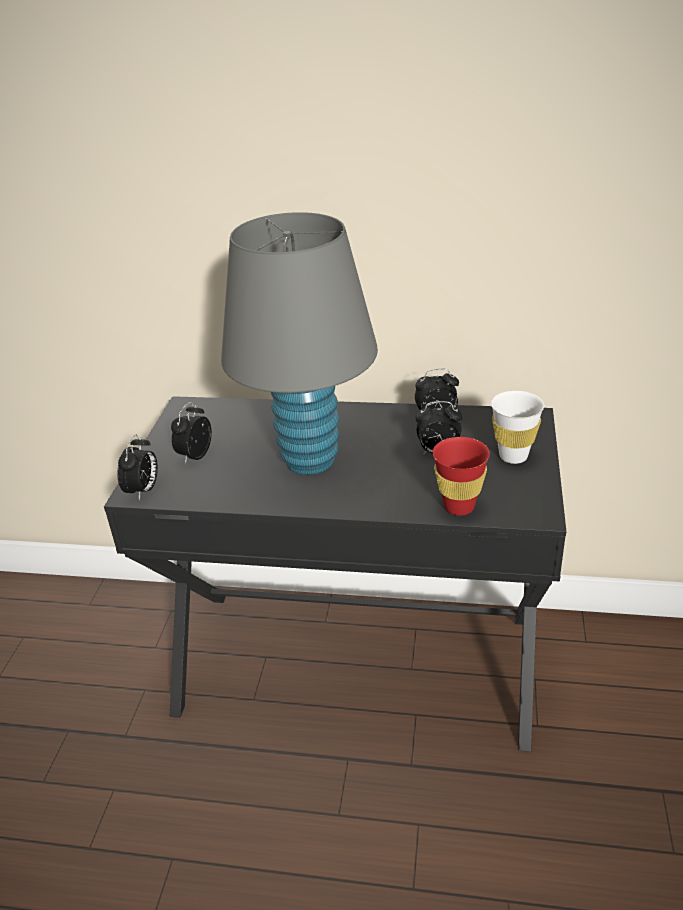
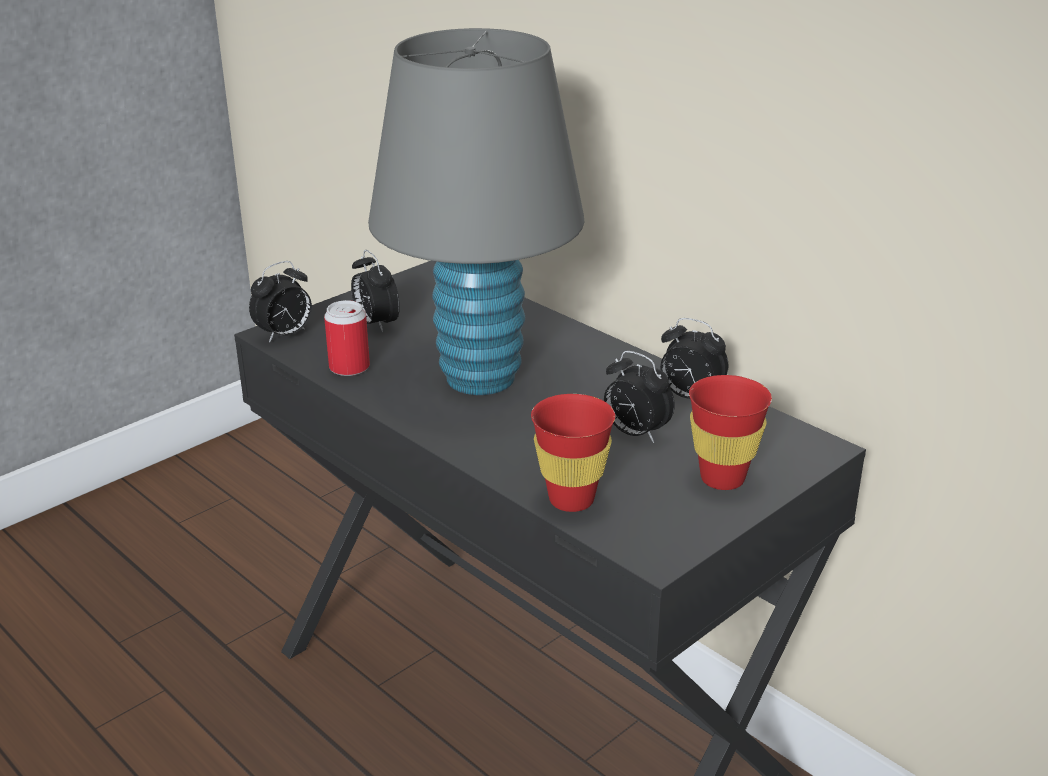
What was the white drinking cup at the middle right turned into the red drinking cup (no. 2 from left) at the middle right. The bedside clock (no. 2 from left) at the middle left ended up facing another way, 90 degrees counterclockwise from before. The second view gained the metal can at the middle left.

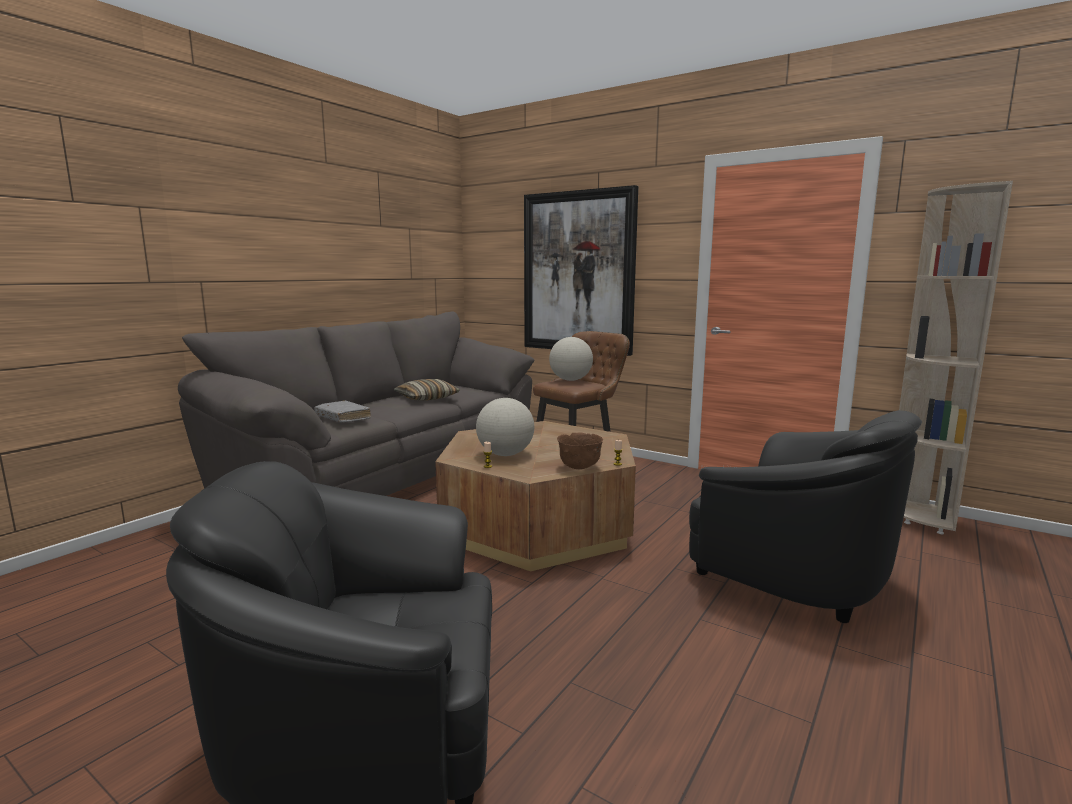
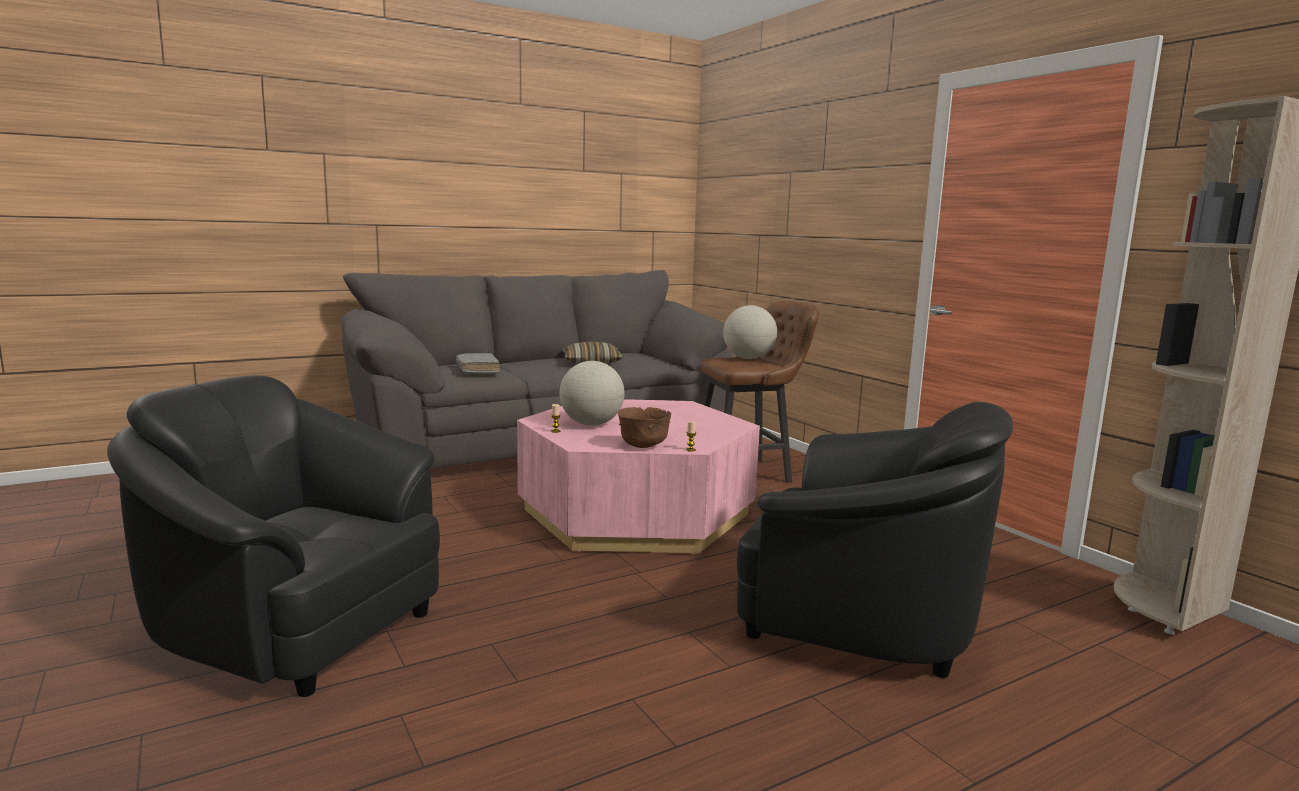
The second view lost the picture at the centre. The black-coloured easy chair (no. 2 from left) at the middle right ended up facing another way, 45 degrees counterclockwise from before. What was the brown-coloured coffee table at the centre turned into the pink-coloured coffee table at the centre.

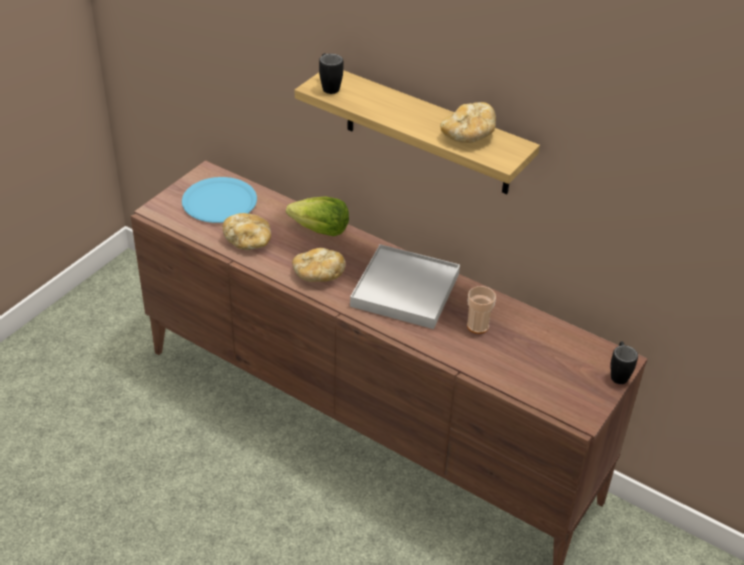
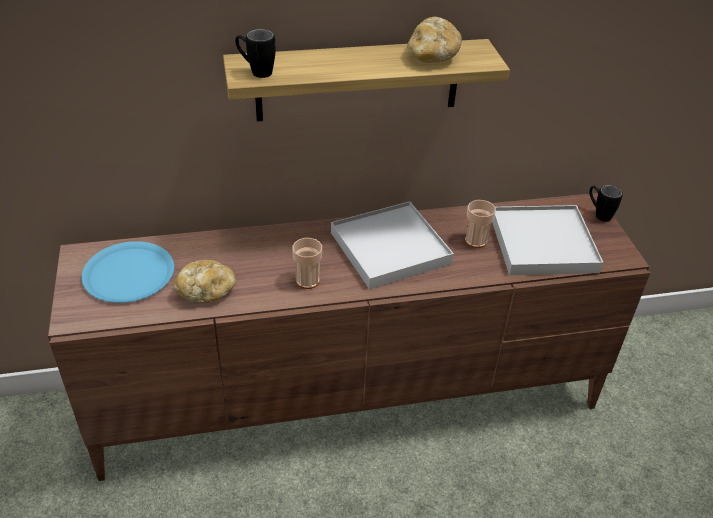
The second view lost the lettuce head at the centre. Where the bakery bread (no. 2 from left) stood at the centre, the drinking cup (no. 1 from left) came to stand at the centre. The second view gained the white carrying tray (no. 2 from left) at the middle right.

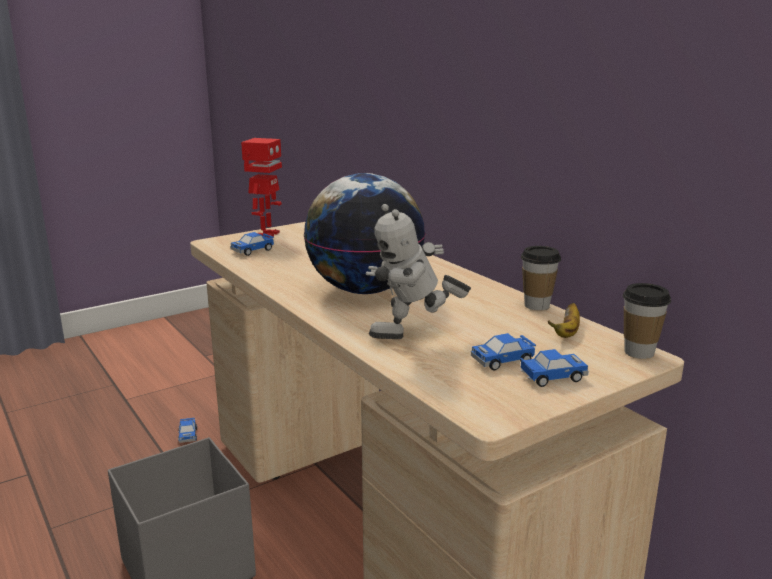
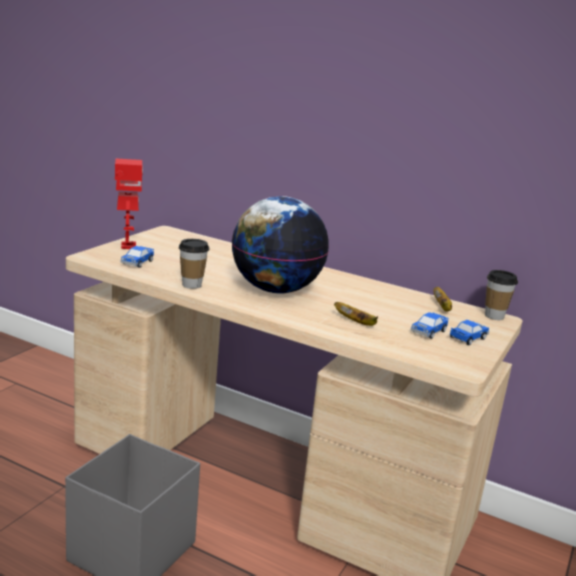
Where the toy robot (no. 2 from left) stood at the centre, the banana (no. 1 from left) came to stand at the centre. The drinking cup (no. 1 from left) ended up elsewhere, having gone from the middle right to the centre. The second view lost the model car (no. 1 from left) at the bottom left.

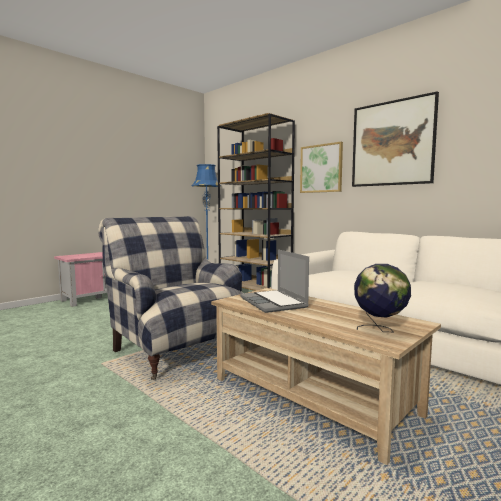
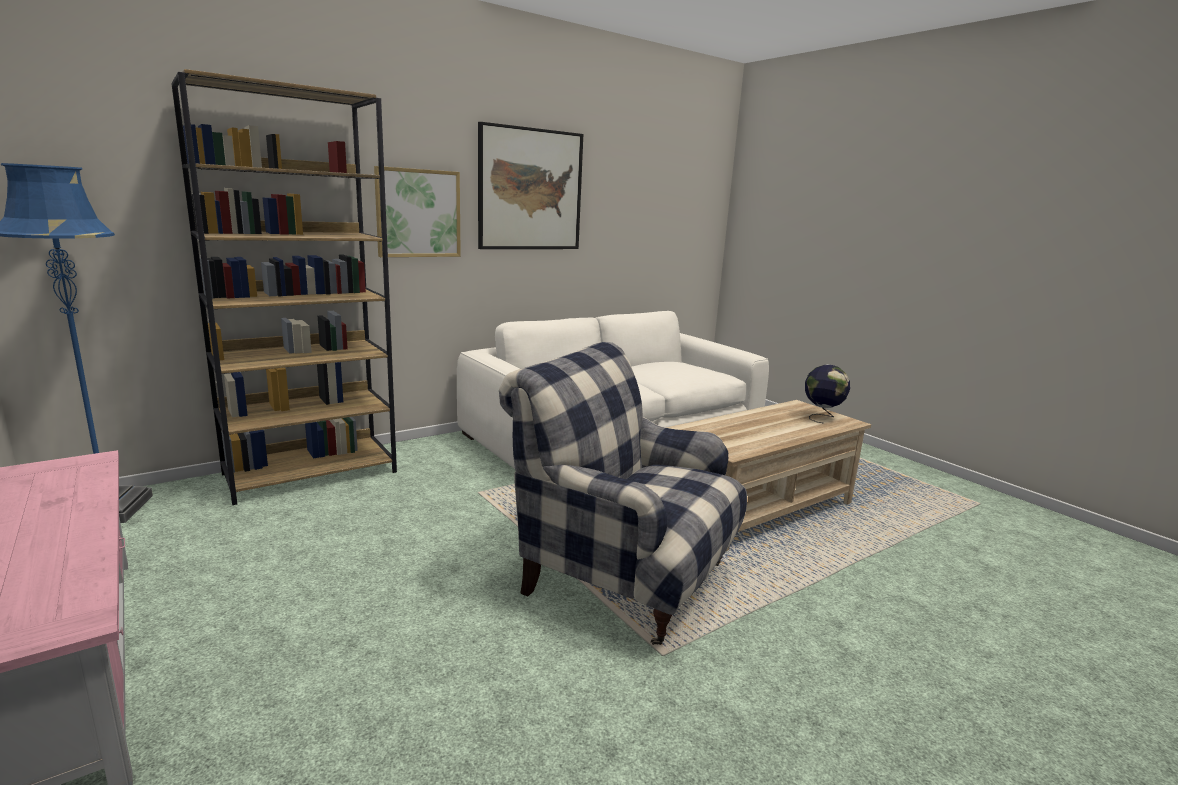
The easy chair at the centre ended up facing another way, 60 degrees clockwise from before. The second view lost the portable computer at the centre.

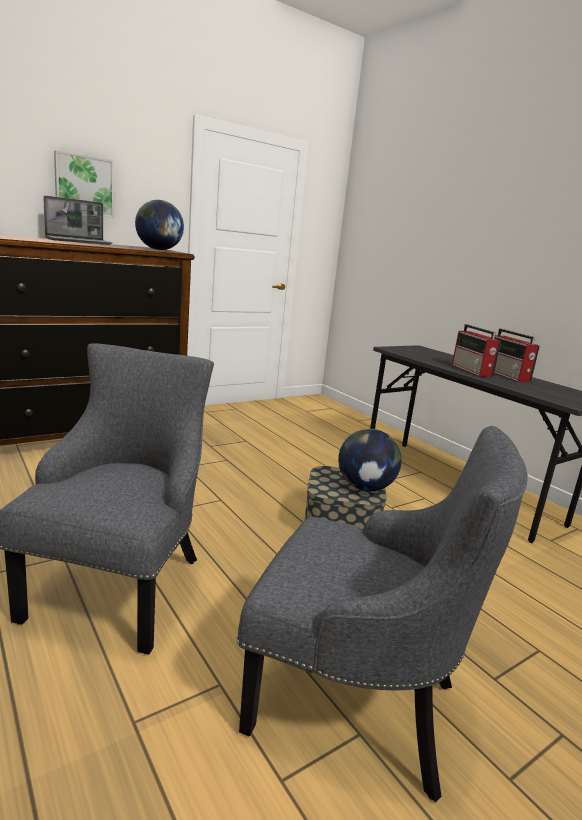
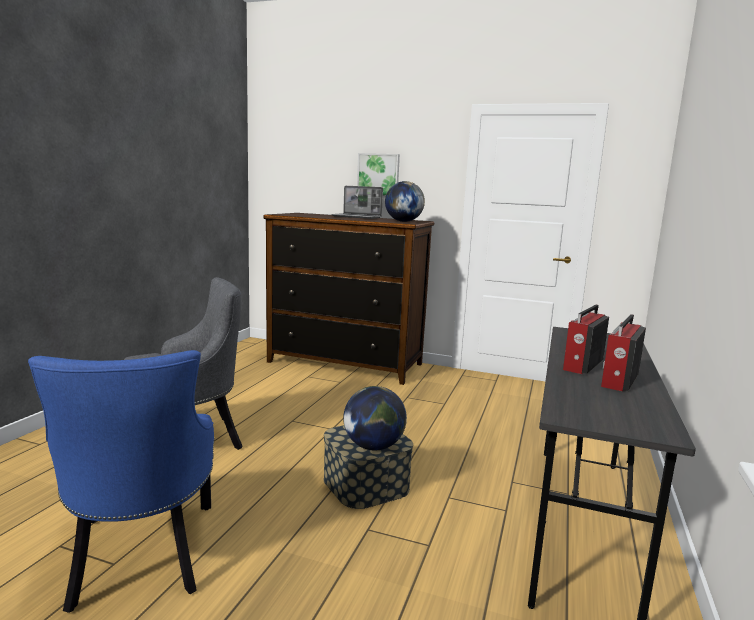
What was the grey easy chair (no. 2 from left) at the bottom centre turned into the blue-coloured easy chair at the bottom left.

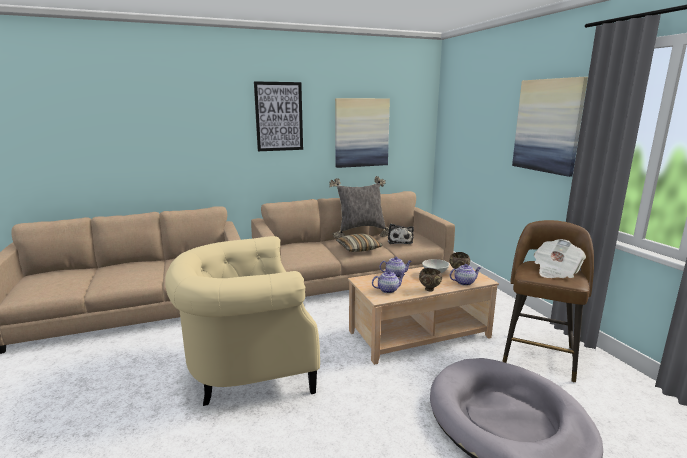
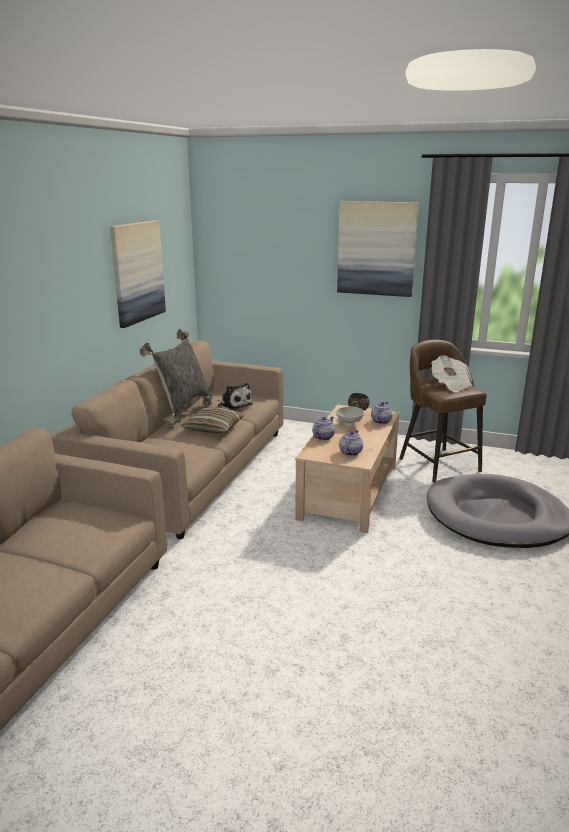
The second view lost the picture (no. 1 from left) at the top centre. The second view lost the beige easy chair at the bottom centre. The second view lost the brown-coloured serving bowl (no. 1 from left) at the centre.

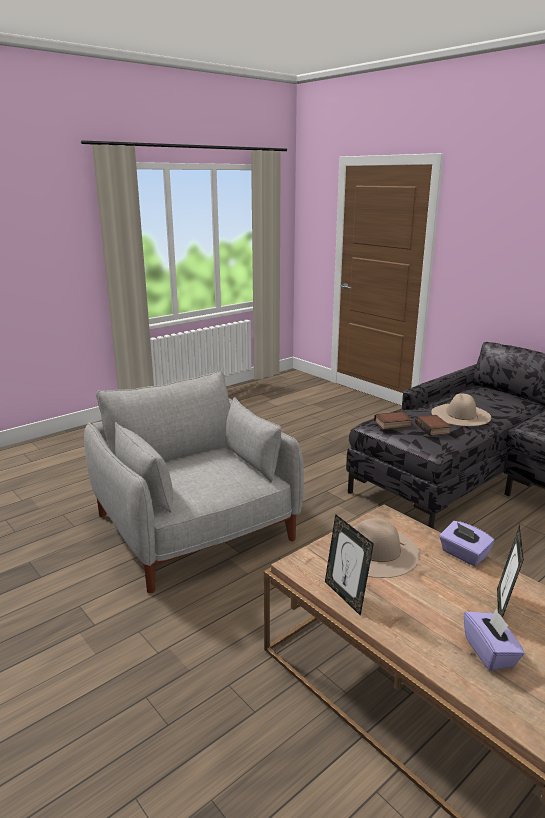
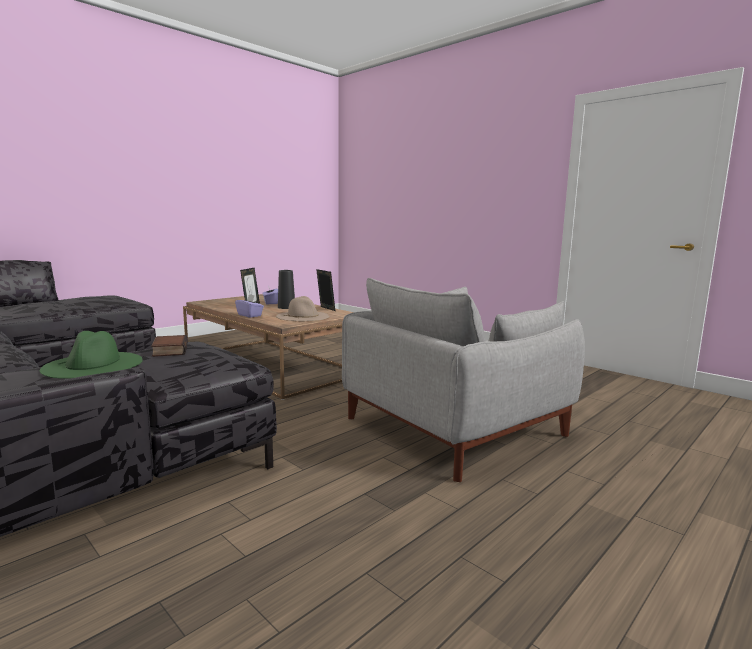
The grey easy chair at the centre ended up facing another way, 90 degrees clockwise from before. What was the beige clothing hat (no. 2 from left) at the middle right turned into the greenish clothing hat at the middle left. The second view lost the bound book (no. 1 from left) at the middle right. The second view gained the black-coloured flower vase at the centre.

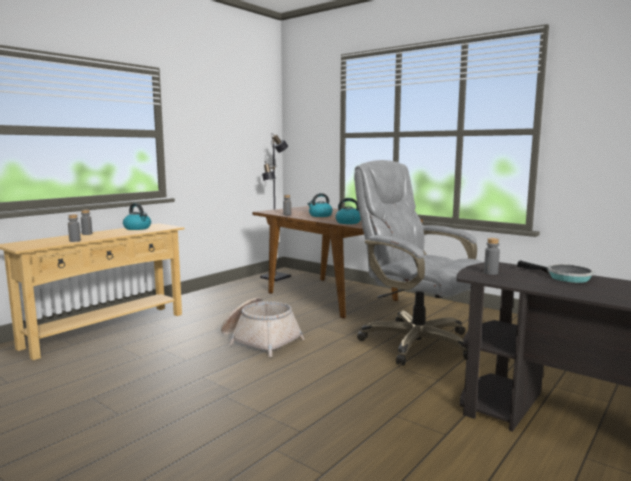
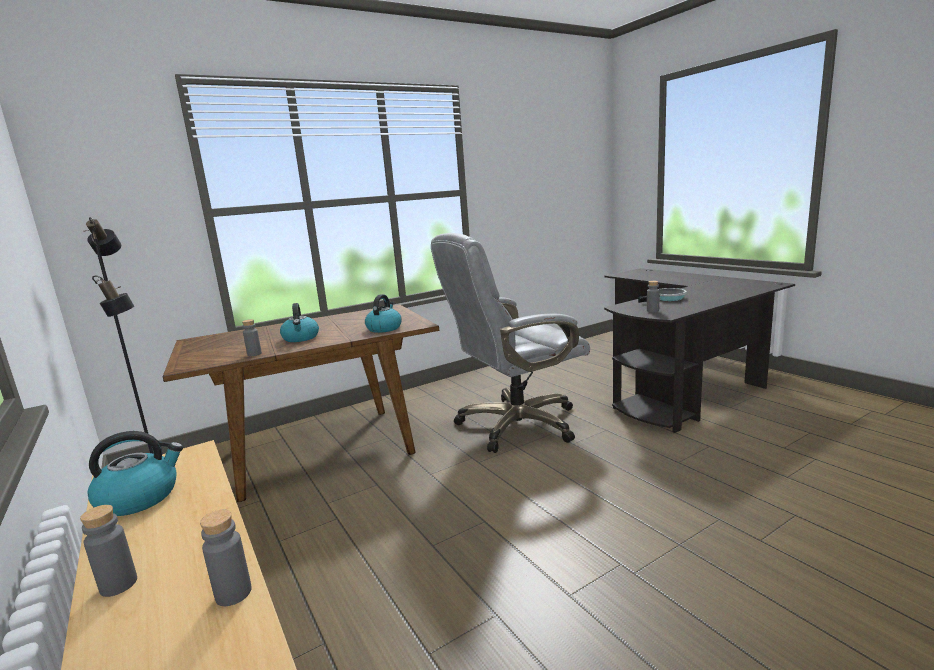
The second view lost the basket at the bottom centre.

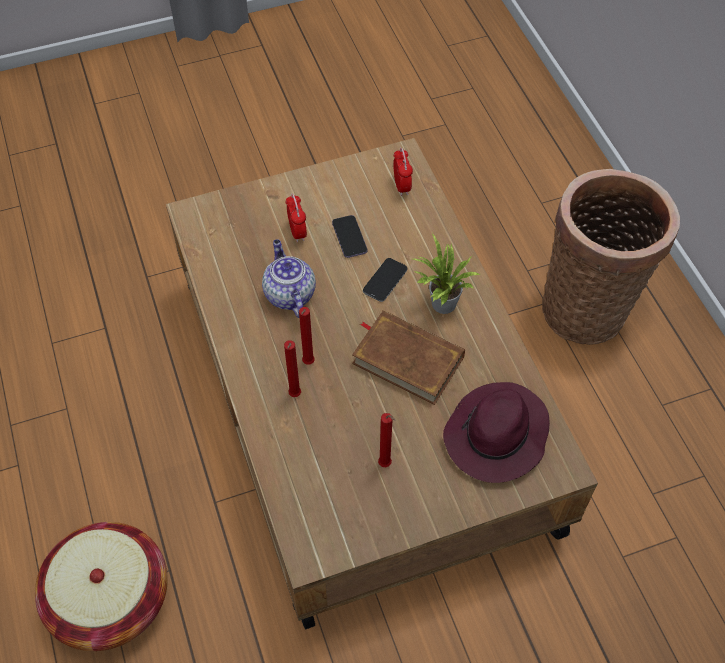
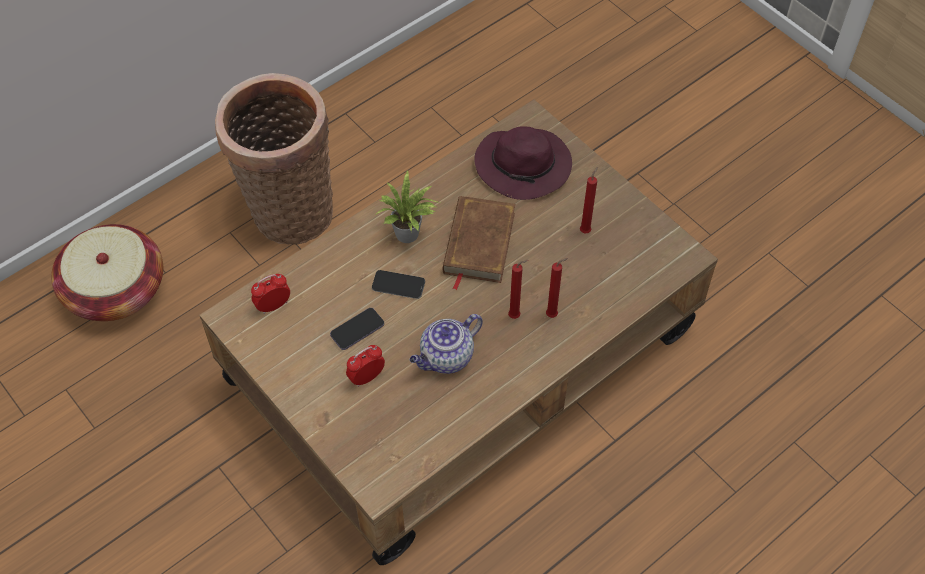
The basket (no. 1 from left) ended up elsewhere, having gone from the bottom left to the middle left.

